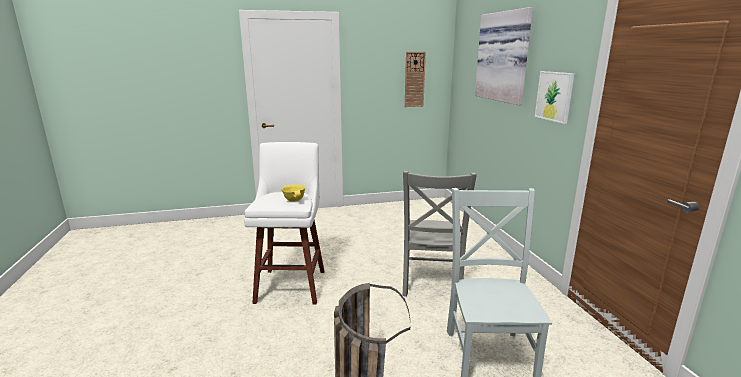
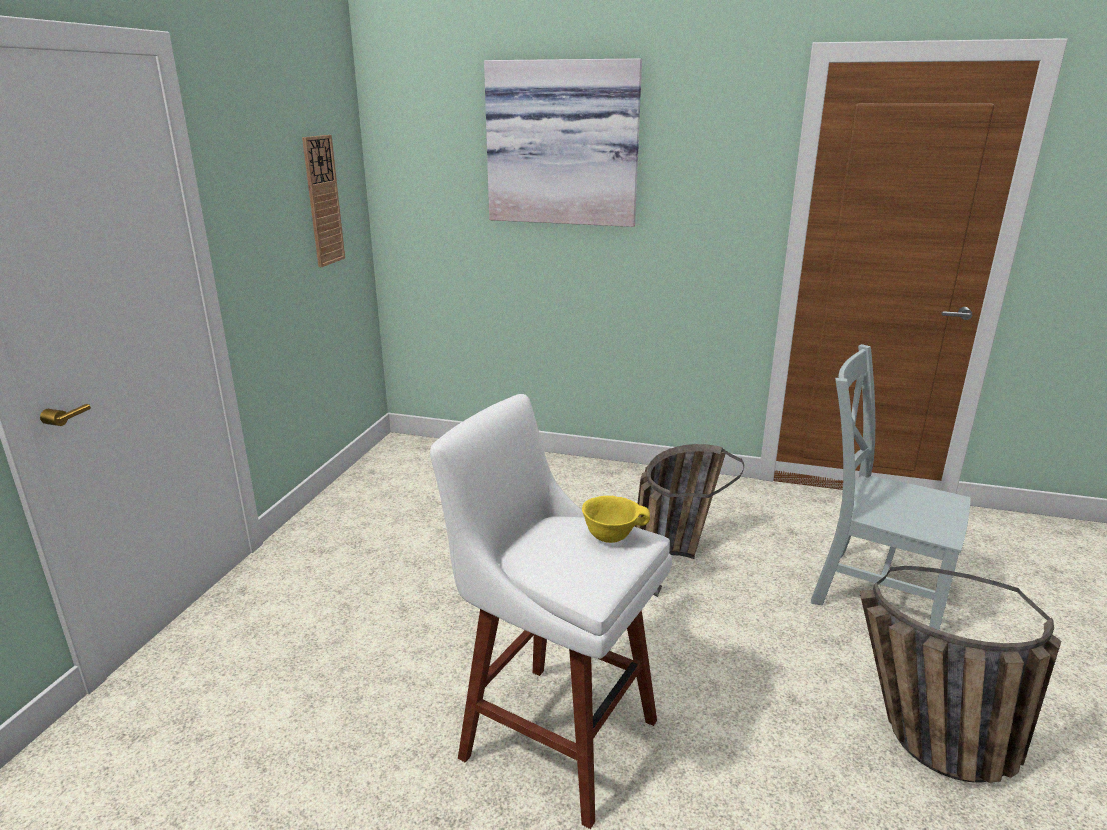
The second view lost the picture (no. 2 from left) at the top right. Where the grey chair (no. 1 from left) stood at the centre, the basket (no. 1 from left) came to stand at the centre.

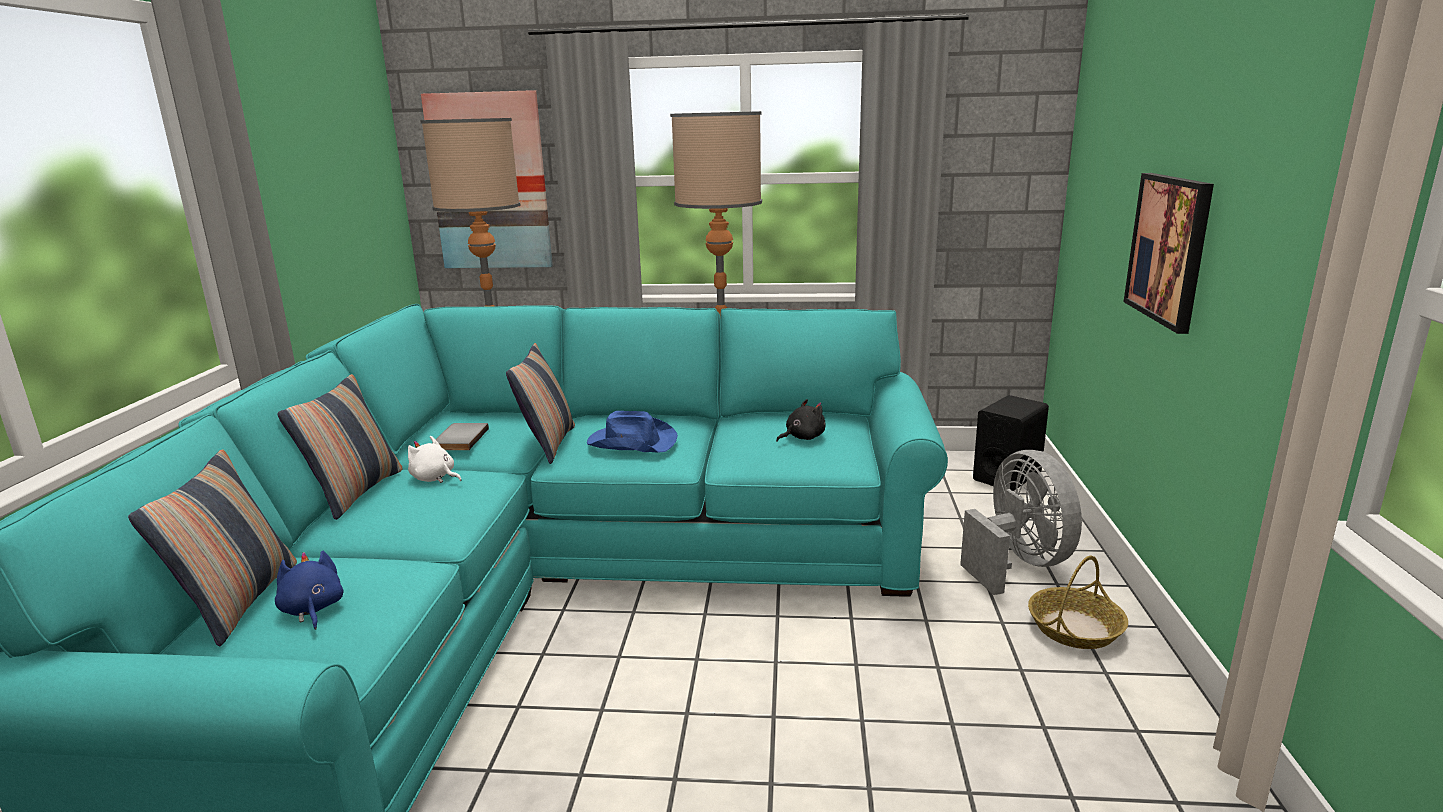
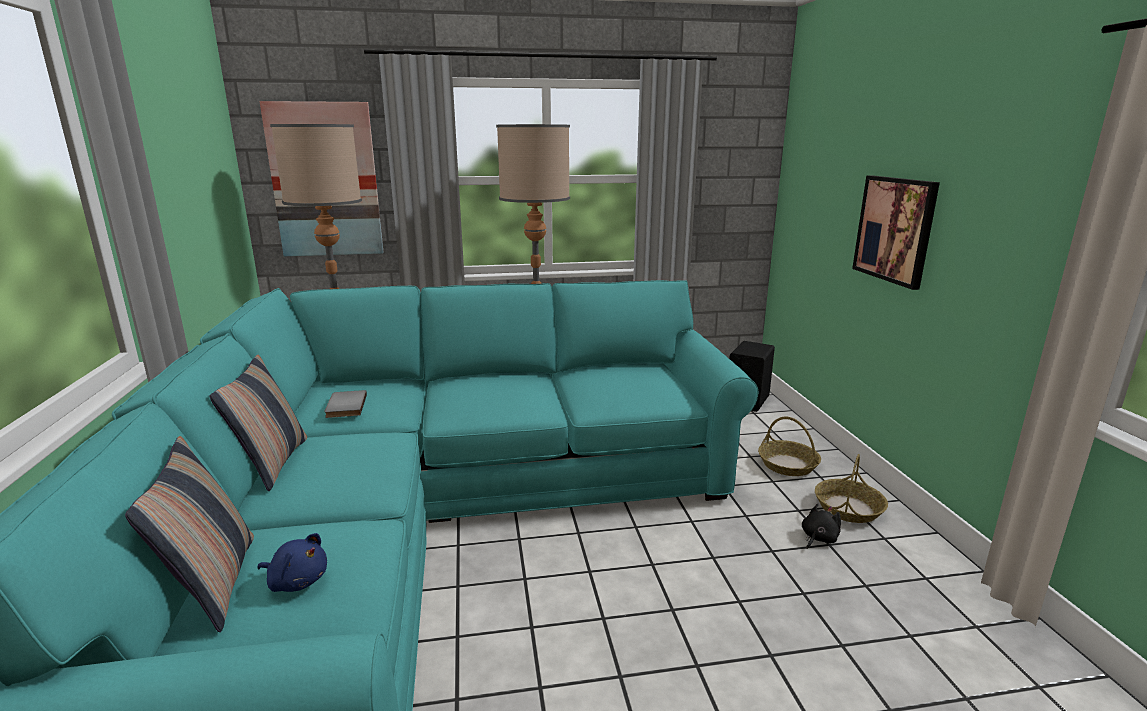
The second view lost the throw pillow (no. 3 from left) at the centre. The black-coloured cuddly toy ended up elsewhere, having gone from the centre to the bottom right. The second view lost the blue-coloured clothing hat at the centre. The second view lost the white cuddly toy at the middle left. Where the grey fan stood at the middle right, the basket (no. 1 from left) came to stand at the middle right. The blue-coloured cuddly toy at the bottom left ended up facing another way, 150 degrees clockwise from before.

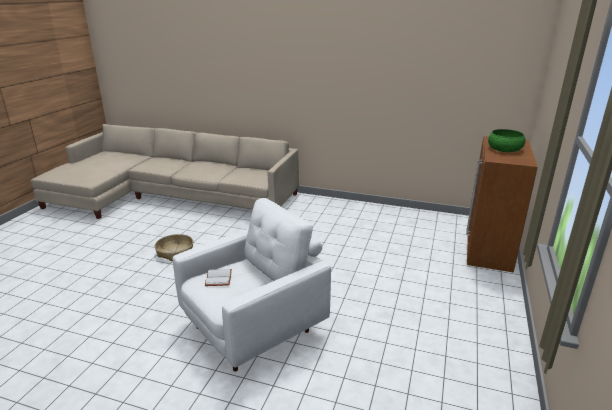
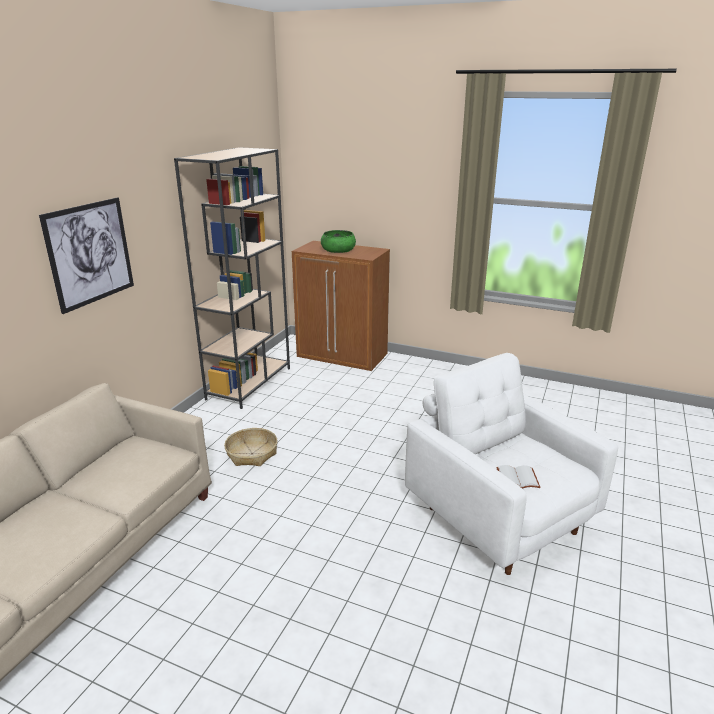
The basket ended up elsewhere, having gone from the middle left to the centre. The second view gained the shelving unit at the middle left. The second view gained the picture at the middle left.

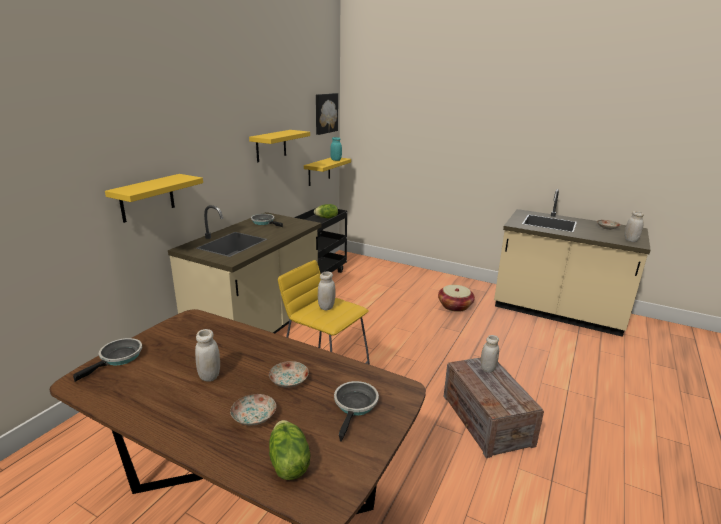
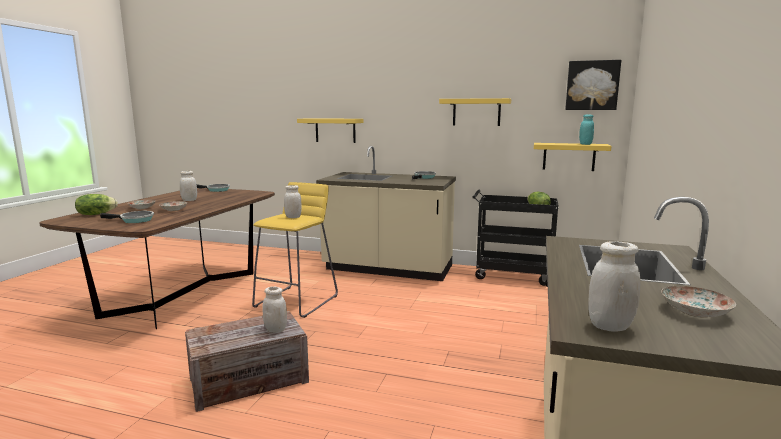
The second view lost the basket at the centre.

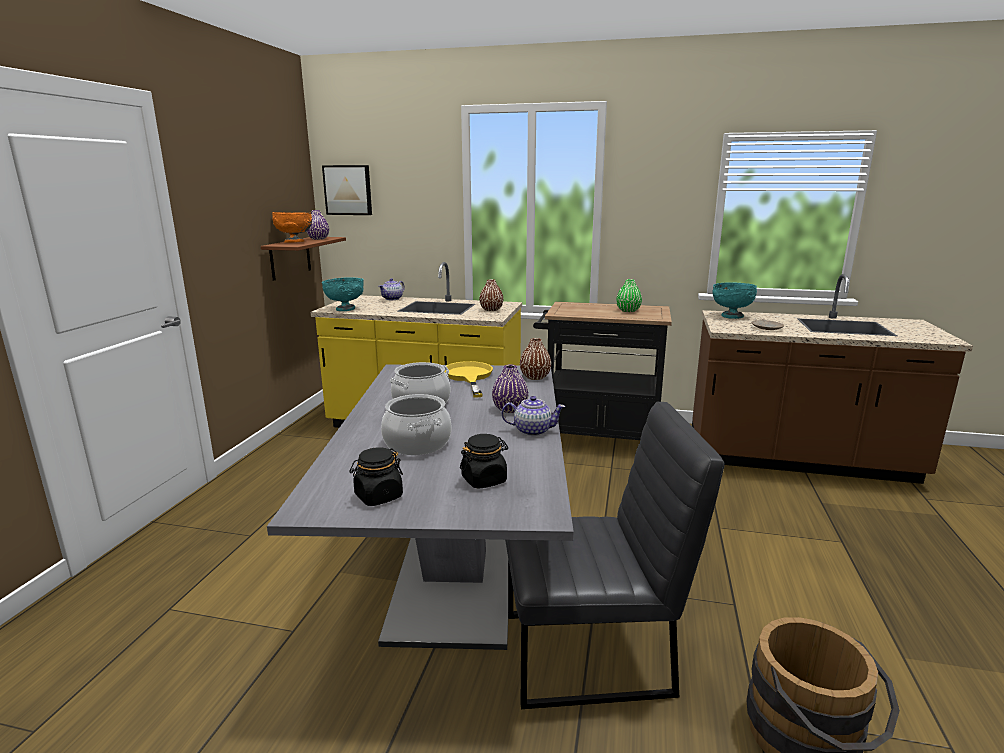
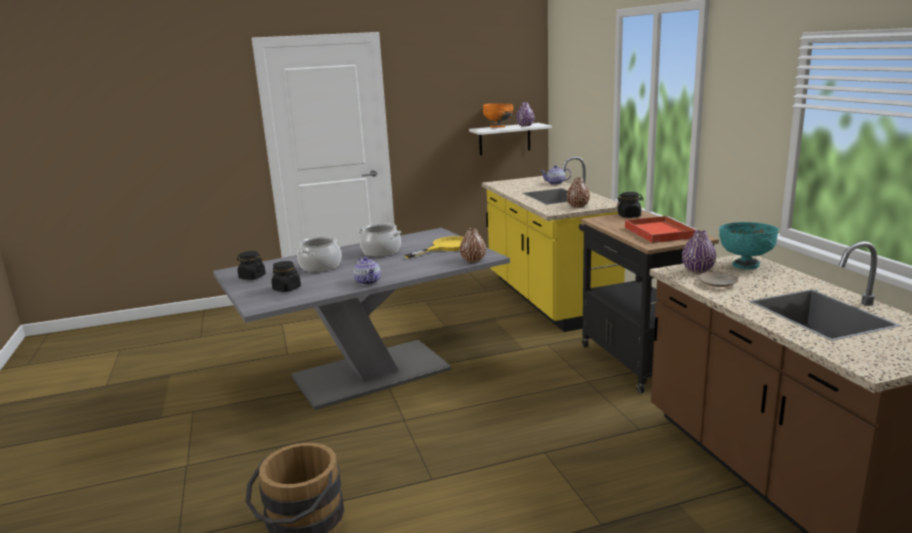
The second view lost the picture at the top centre. What was the brown-coloured bracket shelf at the middle left turned into the white bracket shelf at the top centre. The second view lost the turquoise-coloured serving bowl (no. 1 from left) at the centre. Where the greenish flower vase stood at the centre, the red carrying tray came to stand at the middle right. The purple-coloured flower vase (no. 2 from left) ended up elsewhere, having gone from the centre to the middle right. The second view lost the grey chair at the bottom centre. The second view gained the black-coloured jar (no. 3 from left) at the middle right.

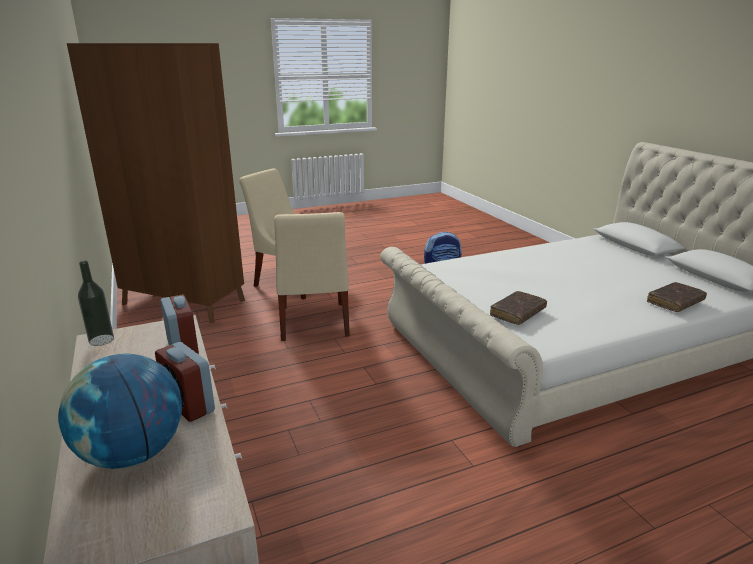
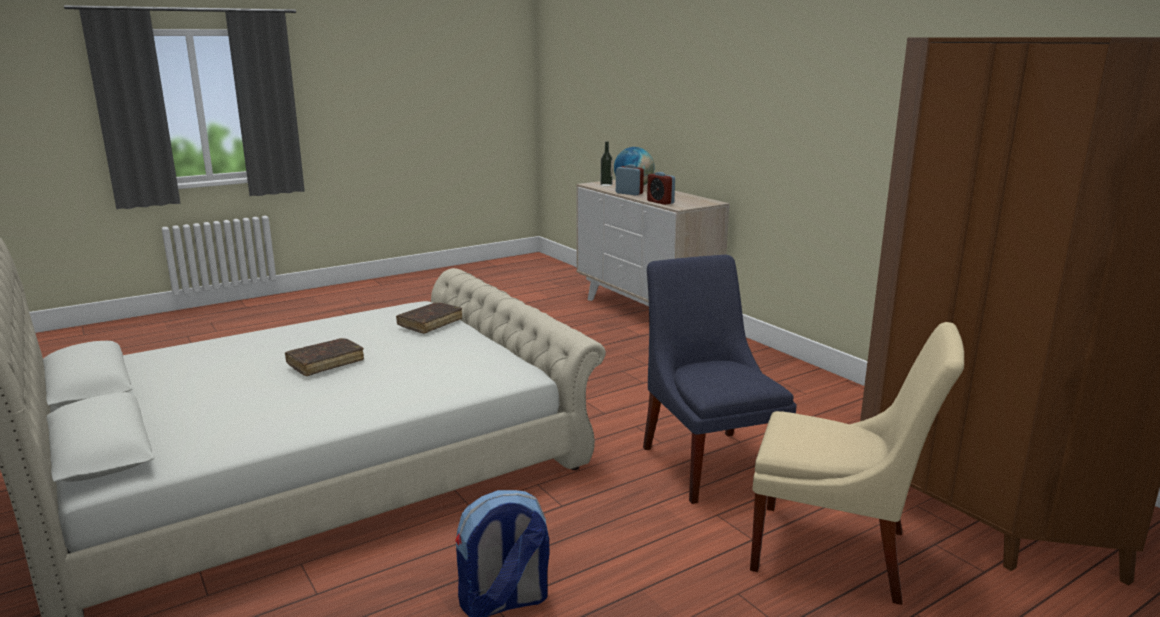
What was the beige chair (no. 2 from left) at the centre turned into the blue-coloured chair at the centre. The drink bottle ended up elsewhere, having gone from the middle left to the top centre. The brown-coloured bound book (no. 2 from left in the first image) ended up elsewhere, having gone from the middle right to the middle left.

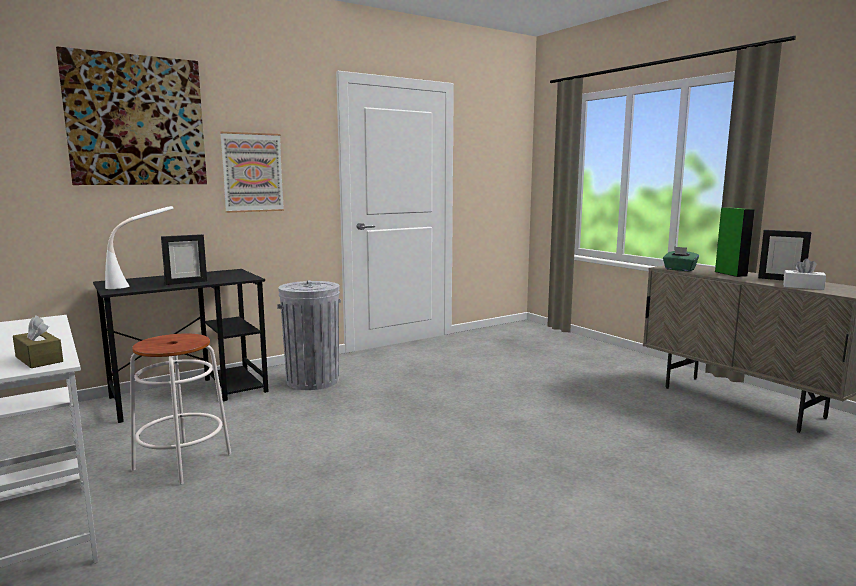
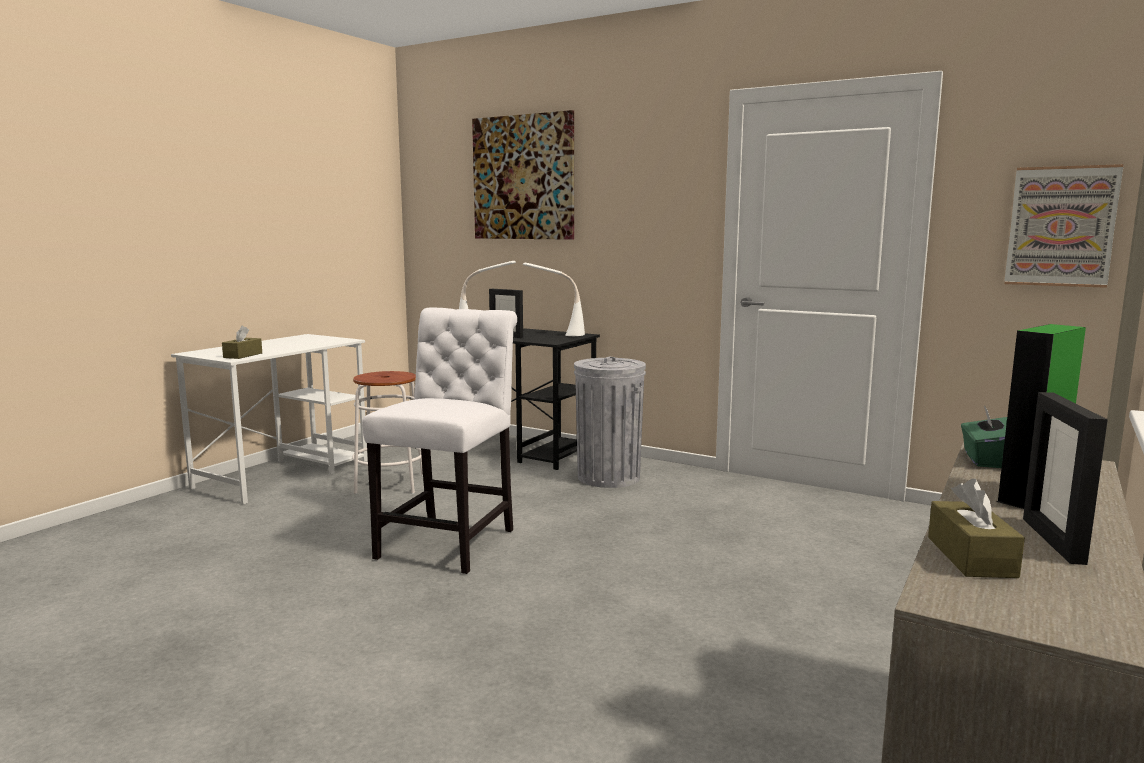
The picture (no. 2 from left) ended up elsewhere, having gone from the top left to the top right. What was the white tissue box at the middle right turned into the brown-coloured tissue box (no. 2 from left) at the bottom right. The second view gained the white table lamp (no. 2 from left) at the centre. The second view gained the white chair at the centre.

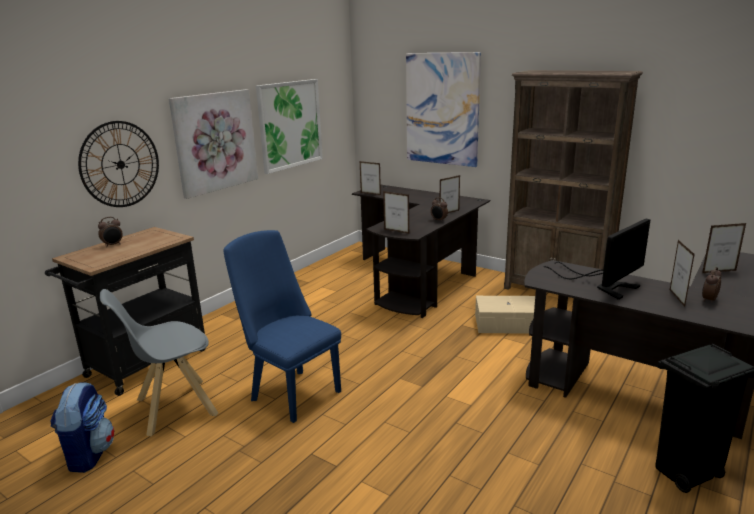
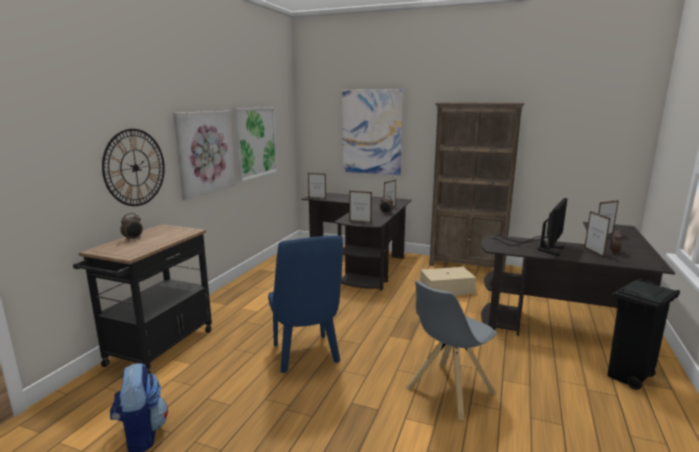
The blue-coloured chair at the centre ended up facing another way, 135 degrees counterclockwise from before. The grey chair ended up elsewhere, having gone from the bottom left to the bottom centre.

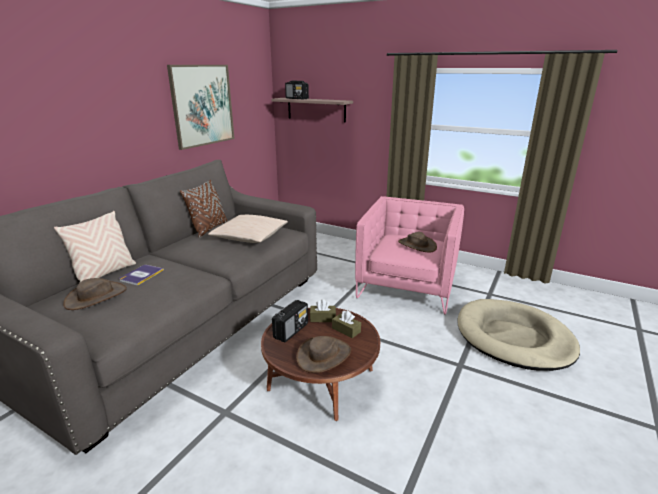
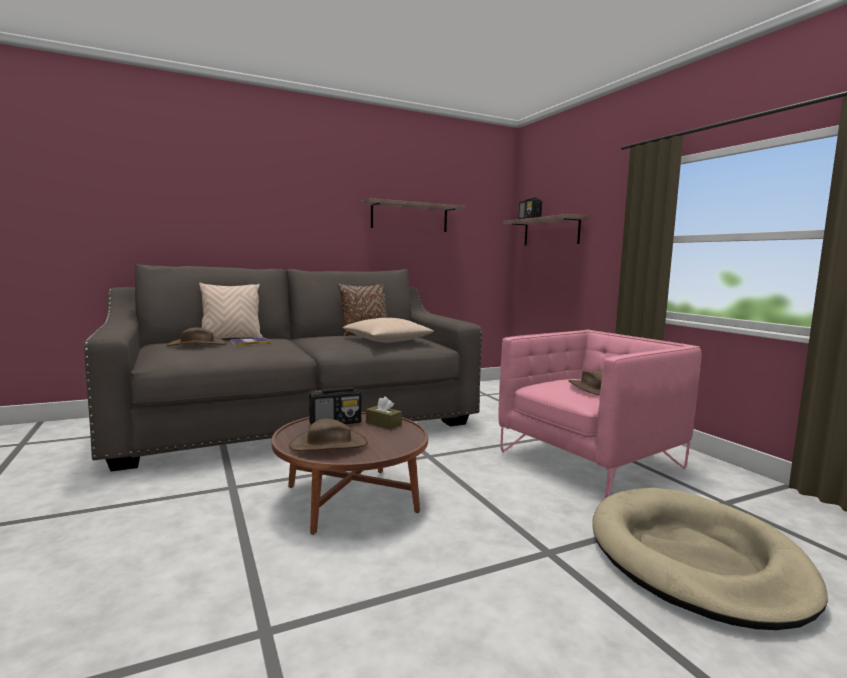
Where the picture hung at the top left, the bracket shelf (no. 1 from left) came to hang at the top centre. The second view lost the brown-coloured tissue box (no. 2 from left) at the centre.

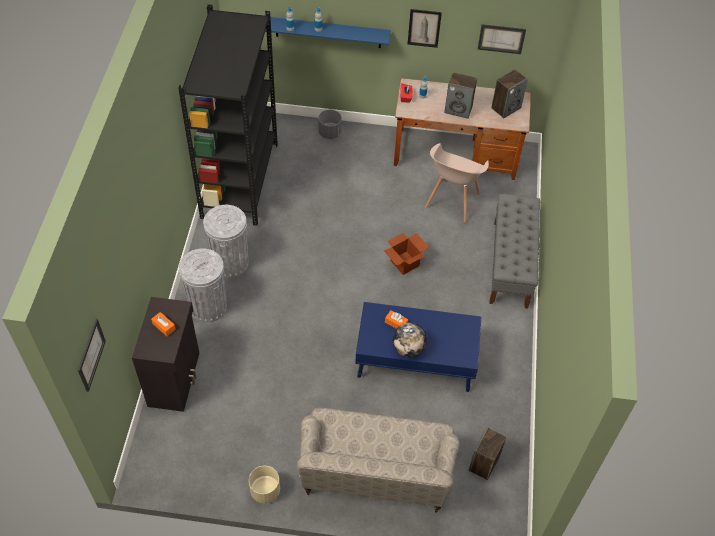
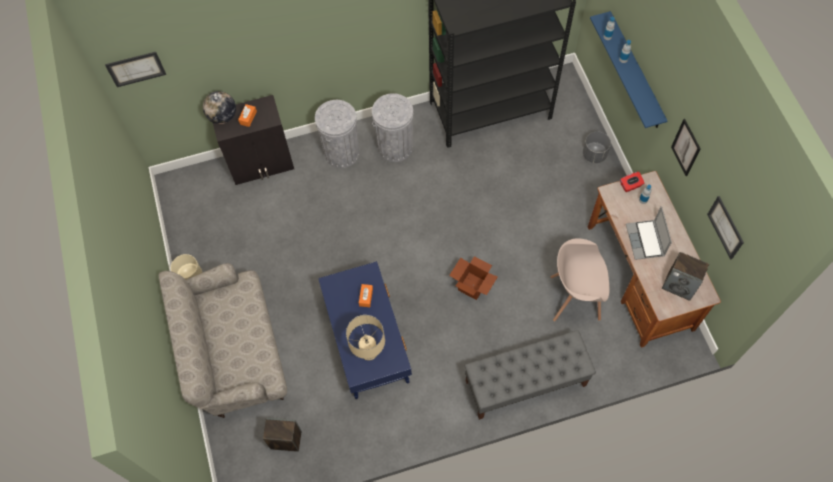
Where the speaker (no. 1 from left) stood at the top centre, the portable computer came to stand at the middle right. The globe ended up elsewhere, having gone from the centre to the top left. The second view gained the beige table lamp at the bottom centre.

